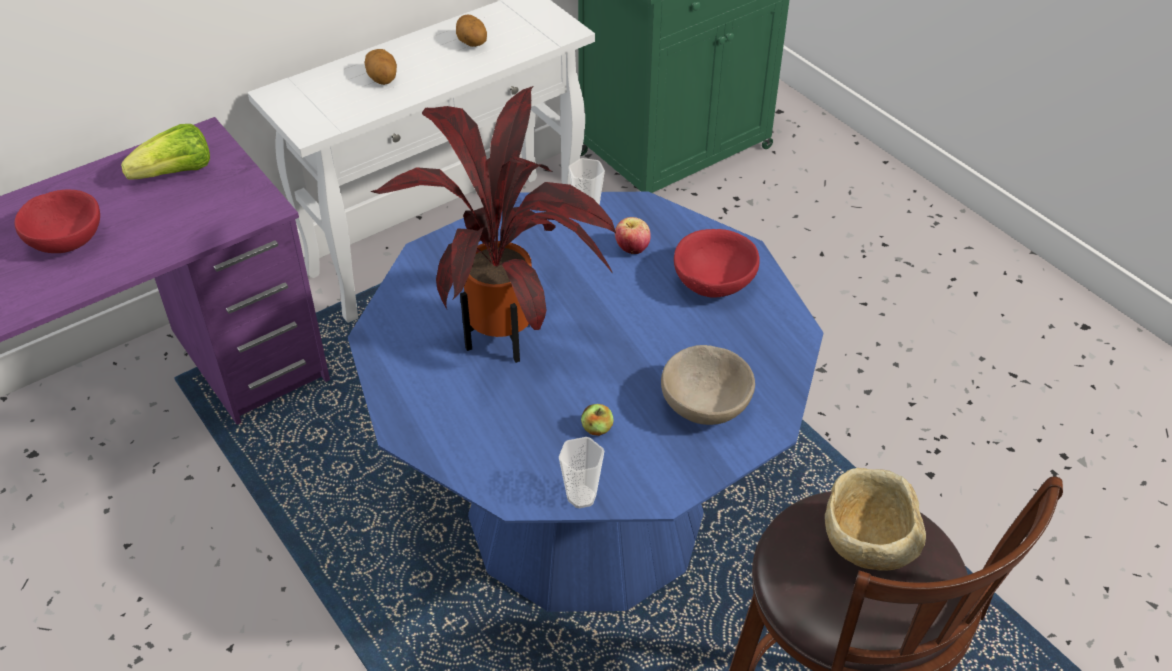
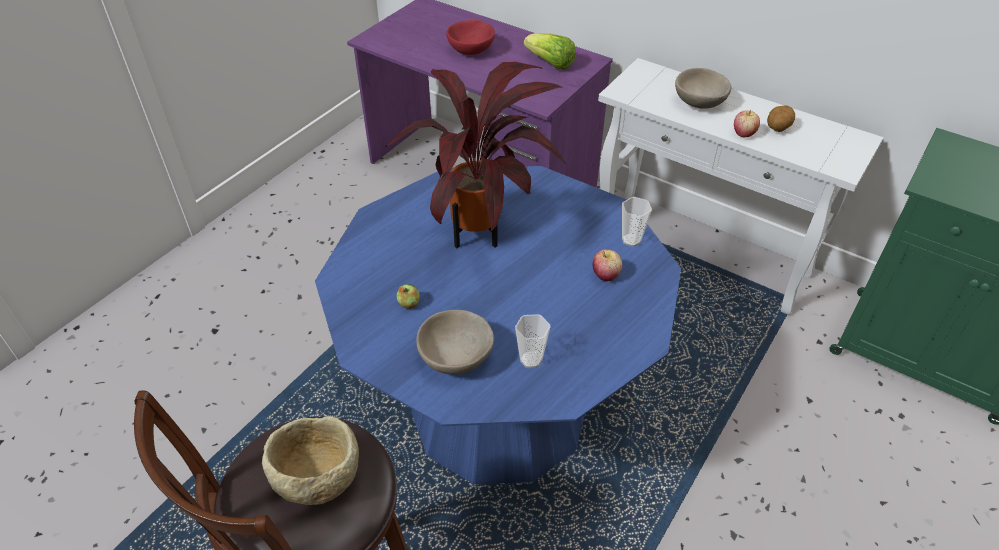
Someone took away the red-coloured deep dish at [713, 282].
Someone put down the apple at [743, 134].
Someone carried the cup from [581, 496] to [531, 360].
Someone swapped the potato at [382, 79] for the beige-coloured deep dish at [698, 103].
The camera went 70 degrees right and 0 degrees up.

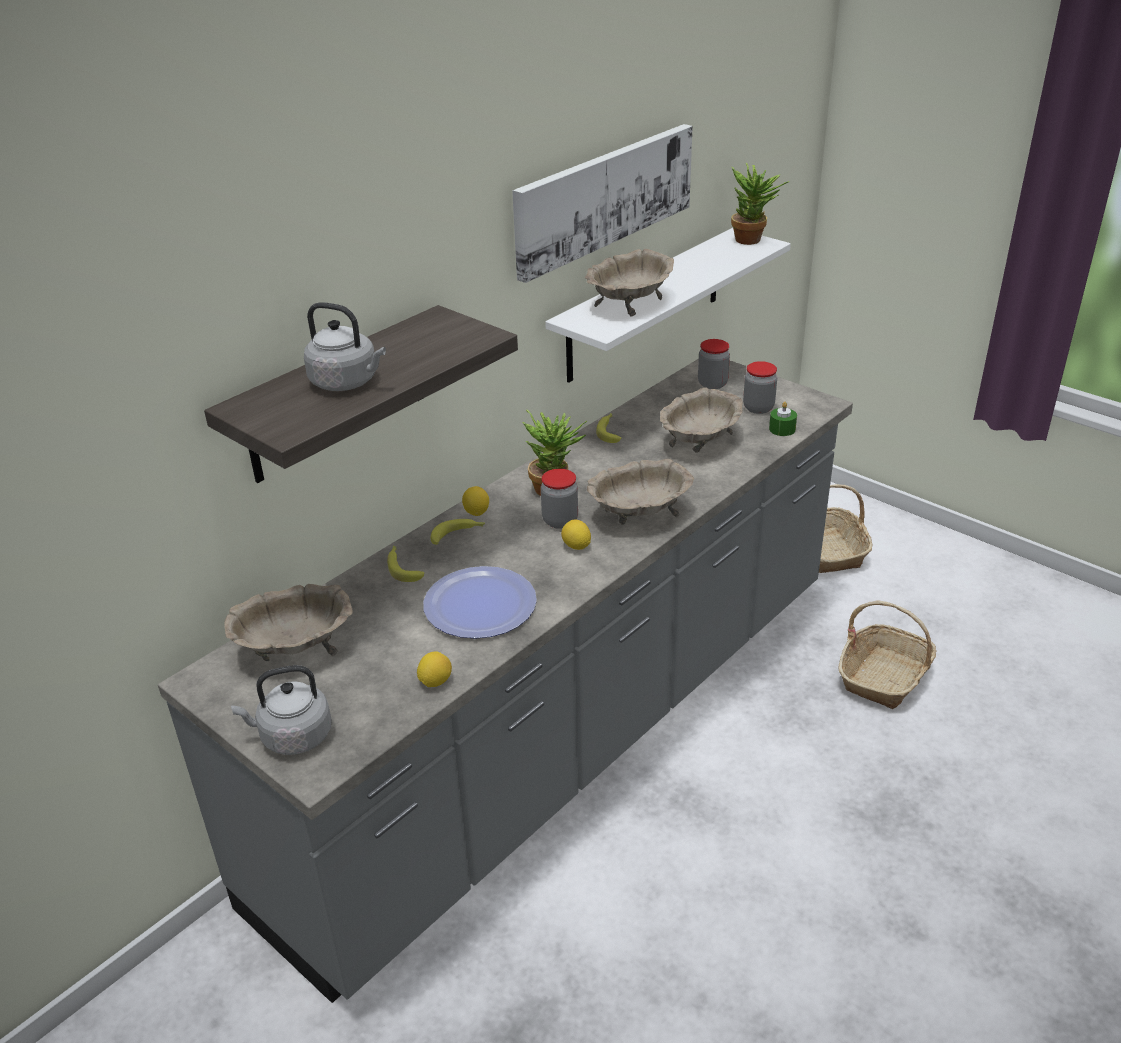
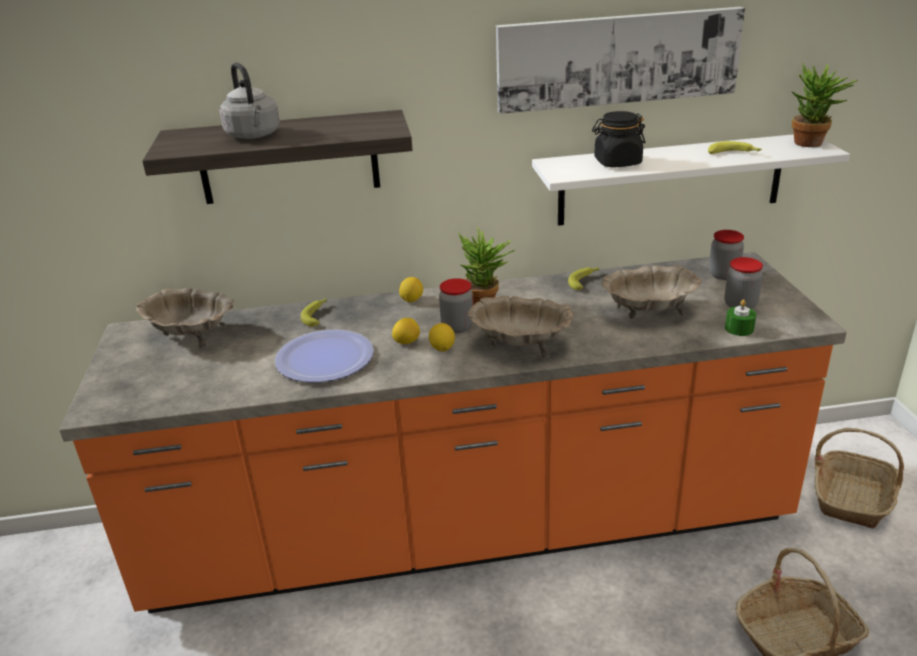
Someone took away the grey kettle at [292, 737].
Someone carried the lemon from [435, 681] to [407, 342].
Someone carried the banana fruit from [458, 535] to [734, 154].
Someone swapped the beige-coloured deep dish at [629, 303] for the black jar at [617, 162].
Someone repainted the grey kitchen base unit at [567, 736], which became the orange-coloured kitchen base unit at [469, 531].
The camera went 40 degrees right and 5 degrees down.

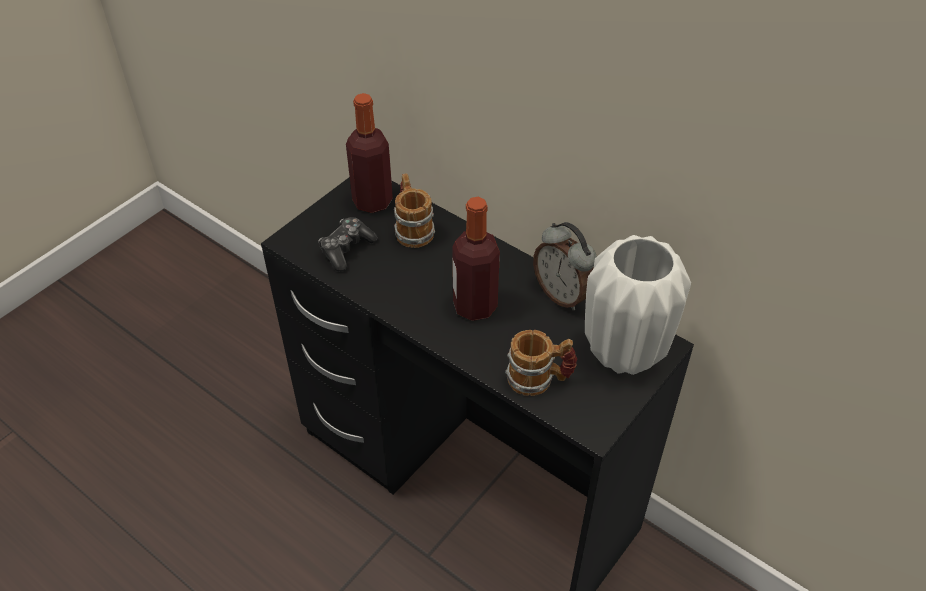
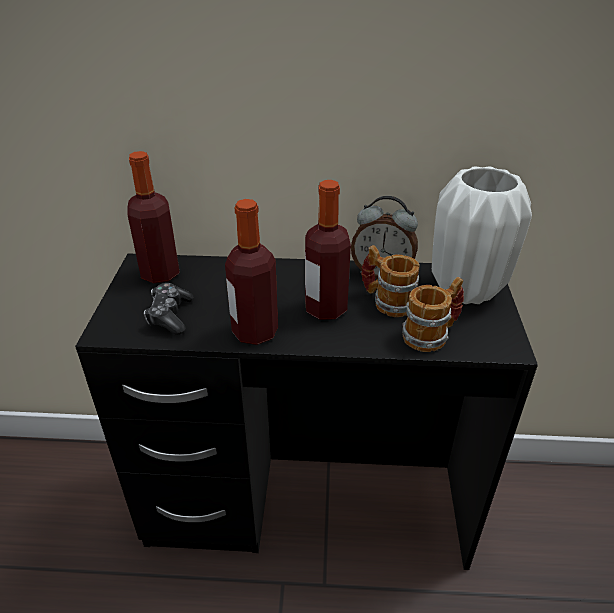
Someone put down the bottle at [255, 332].
Someone carried the coffee mug from [412, 229] to [387, 301].
The camera went 35 degrees left and 10 degrees down.

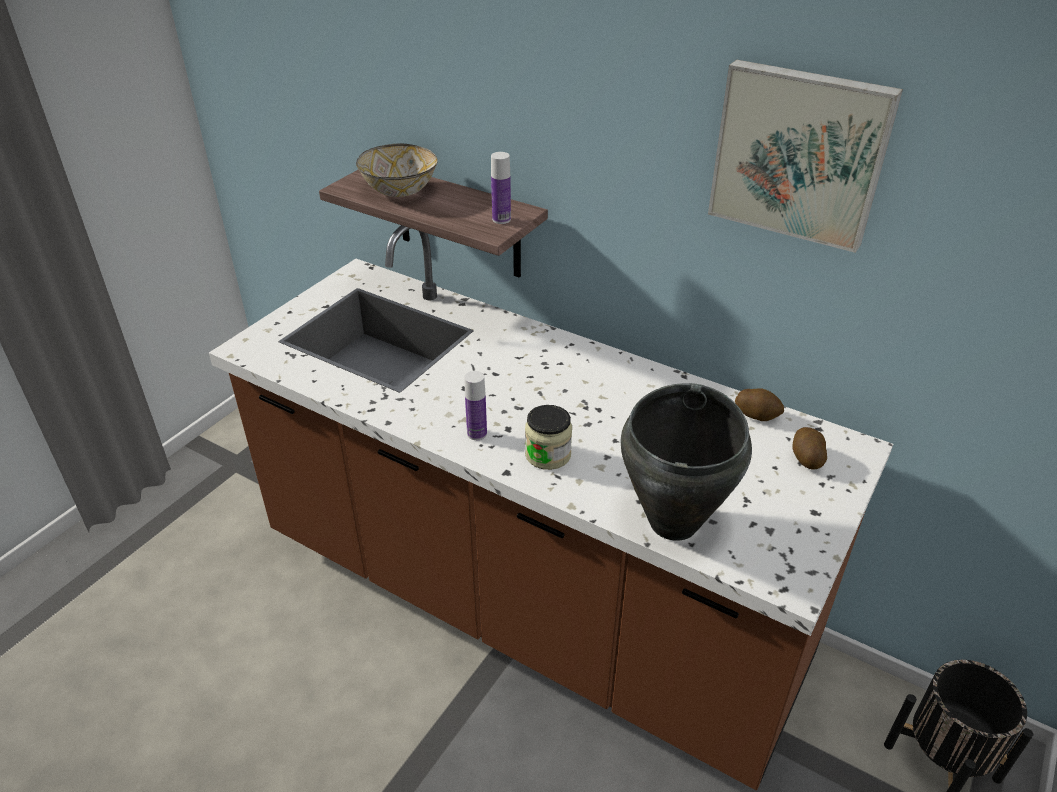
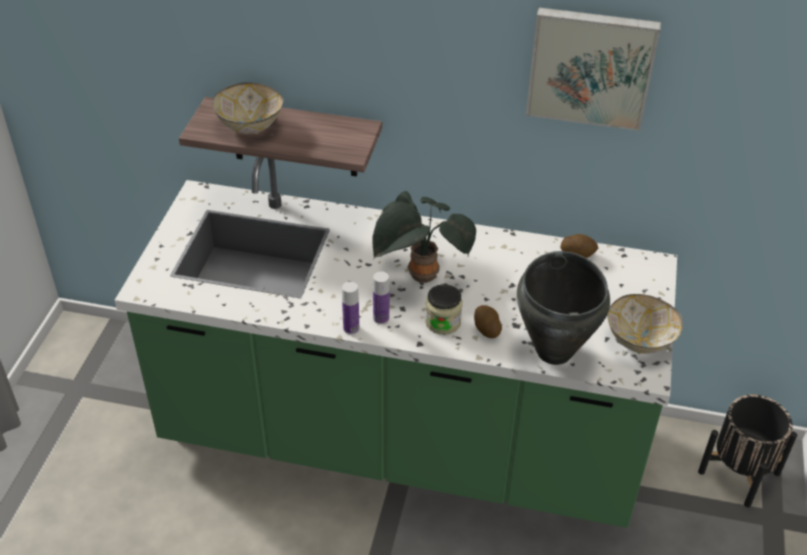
Someone put down the houseplant at [420, 276].
Someone put down the deep dish at [640, 341].
Someone carried the bottle from [501, 219] to [351, 328].
Someone carried the potato from [806, 458] to [486, 329].
Someone repainted the brown kitchen base unit at [528, 601], which became the green-coloured kitchen base unit at [400, 440].
The camera went 20 degrees left and 5 degrees up.

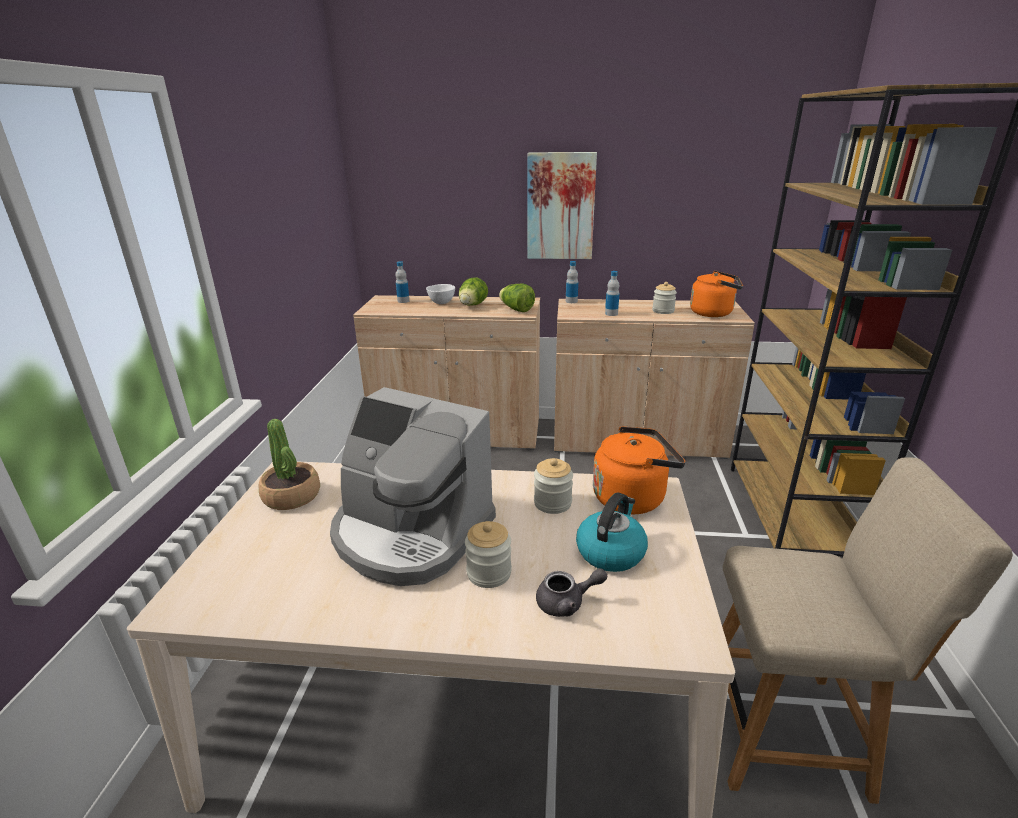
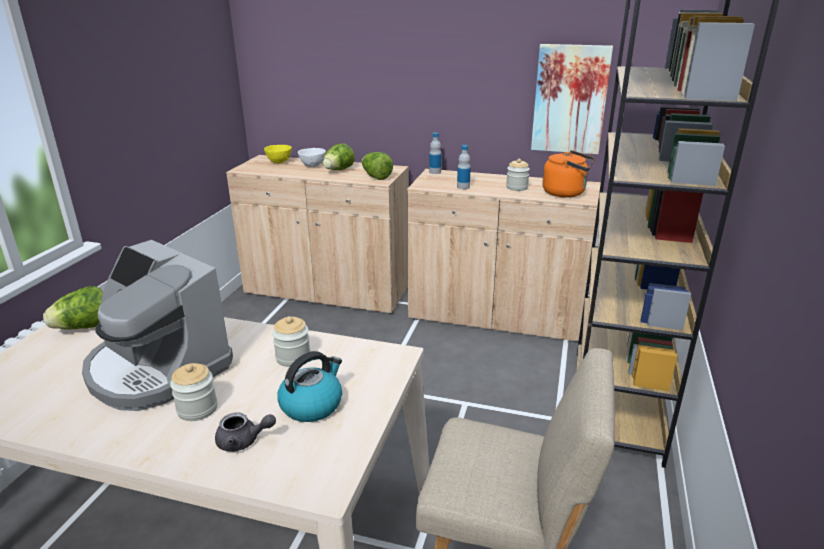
Someone took away the orange-coloured kettle at [632, 497].
Someone carried the wall art from [560, 207] to [570, 99].
Someone swapped the houseplant at [292, 496] for the head of lettuce at [84, 327].
Someone swapped the bottle at [403, 301] for the yellow-coloured deep dish at [279, 162].
The camera went 10 degrees right and 0 degrees up.

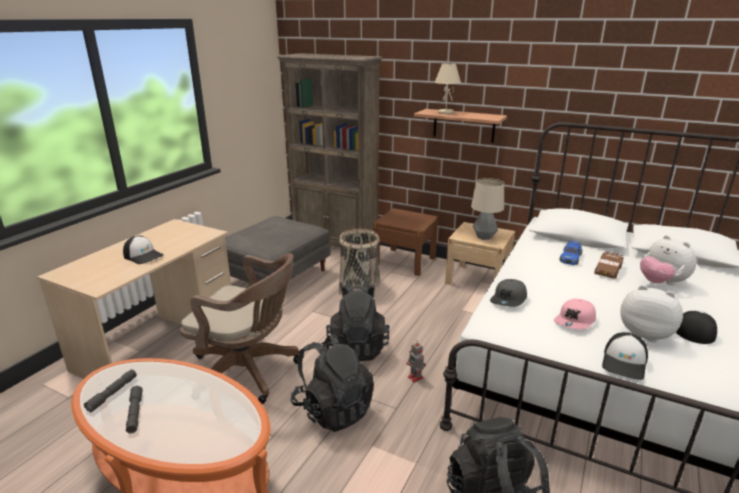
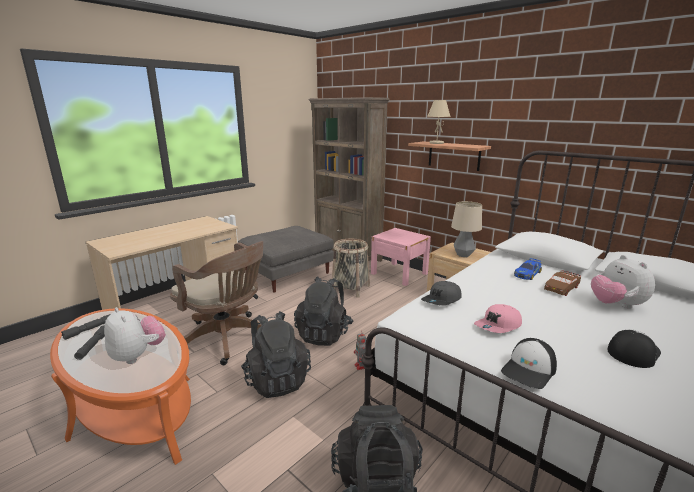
Someone took away the peaked cap at [143, 256].
Someone carried the plush toy from [644, 333] to [138, 355].
Someone repainted the brown night table at [404, 261], which became the pinkish night table at [399, 273].
The camera went 15 degrees right and 5 degrees down.

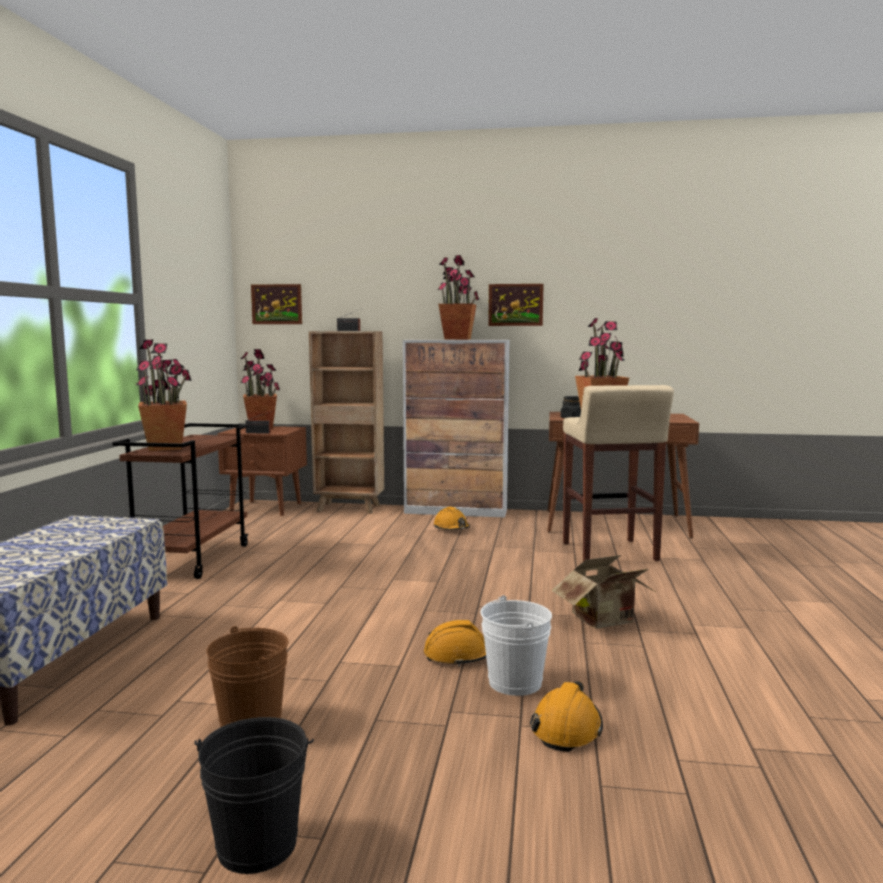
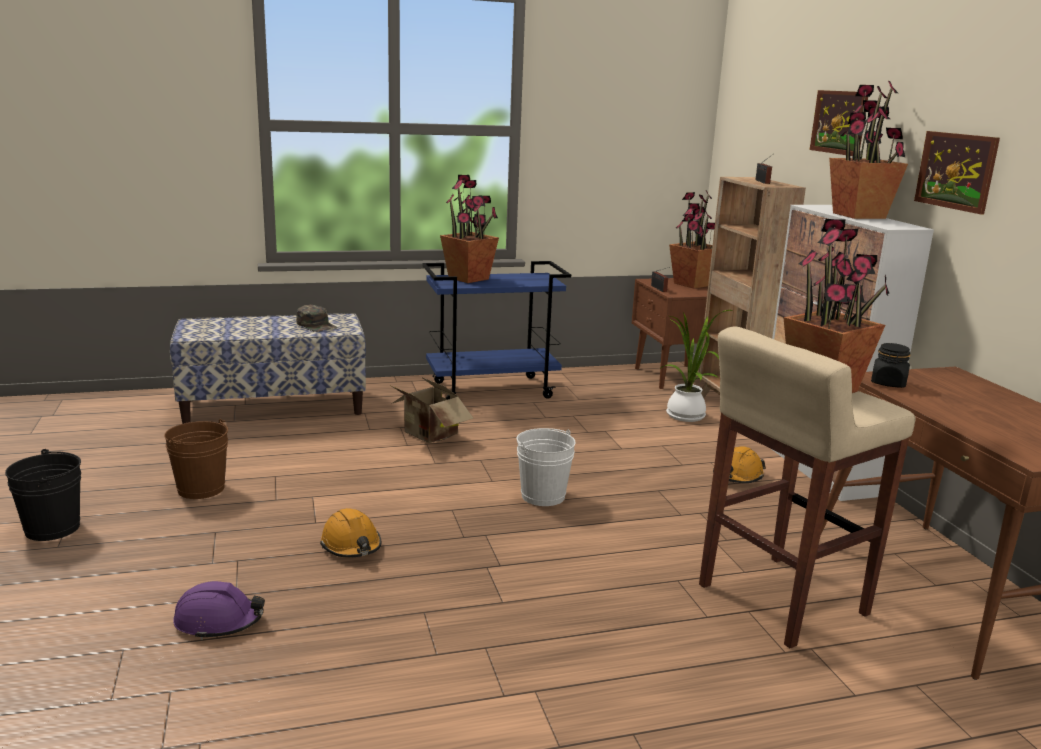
Someone put down the green-coloured peaked cap at [317, 325].
Someone put down the houseplant at [687, 417].
Someone carried the wall art from [276, 304] to [839, 122].
Someone carried the white water bucket from [515, 682] to [543, 496].
Someone carried the carton from [606, 621] to [428, 436].
Someone repainted the brown wheeled cart at [192, 559], which became the bluish wheeled cart at [493, 390].
Someone repainted the orange-coloured hard hat at [566, 728], which became the purplish hard hat at [219, 622].
The camera went 65 degrees right and 10 degrees up.

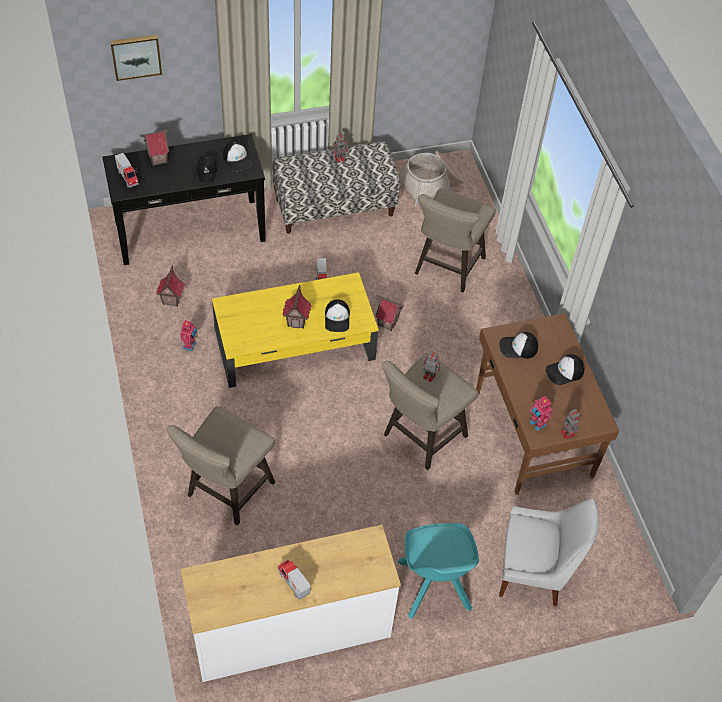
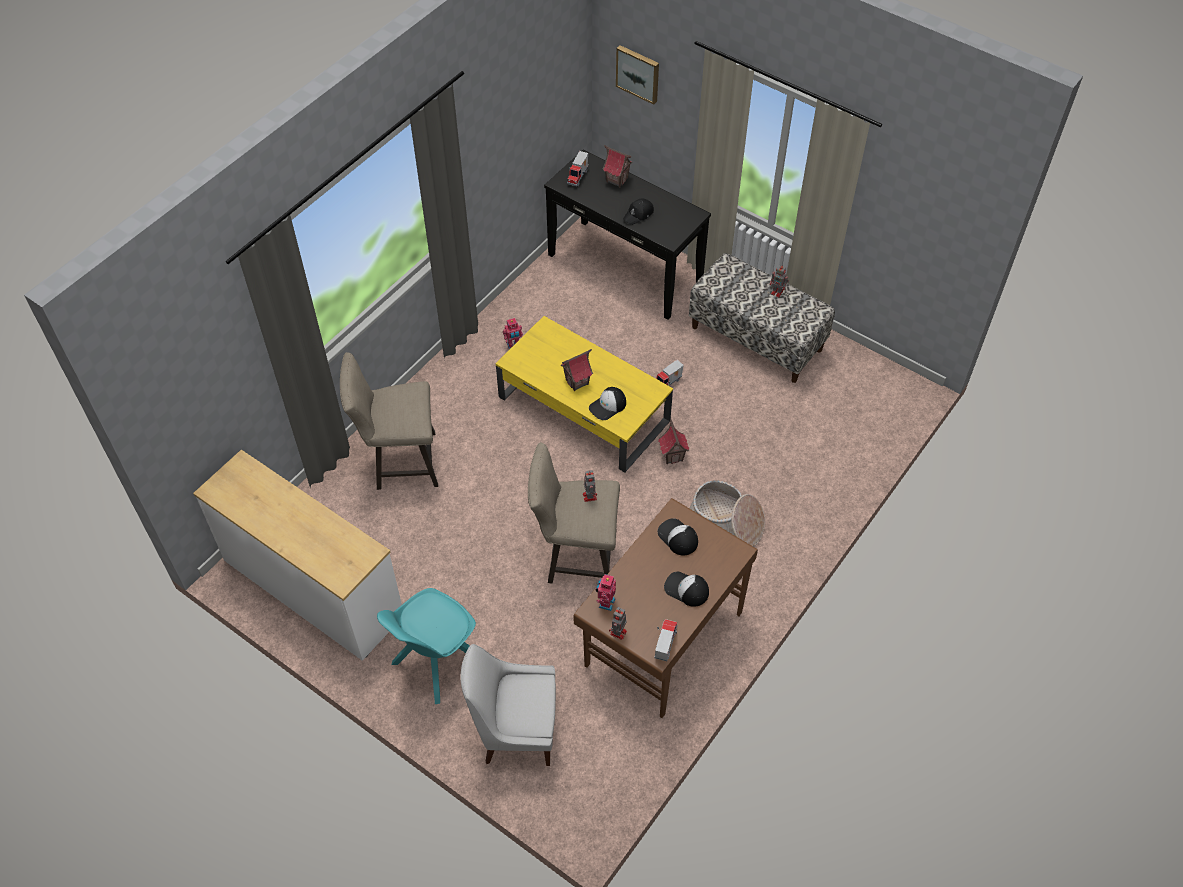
Someone took away the miniature house at [171, 299].
Someone took away the peaked cap at [237, 159].
Someone took away the beige-coloured stool seat at [446, 269].
Someone carried the toy lorry from [293, 584] to [664, 644].
Someone carried the storage basket from [431, 184] to [724, 524].
Someone rotated the white plain chair at [534, 573] by 120 degrees clockwise.
The camera went 55 degrees right and 0 degrees up.

